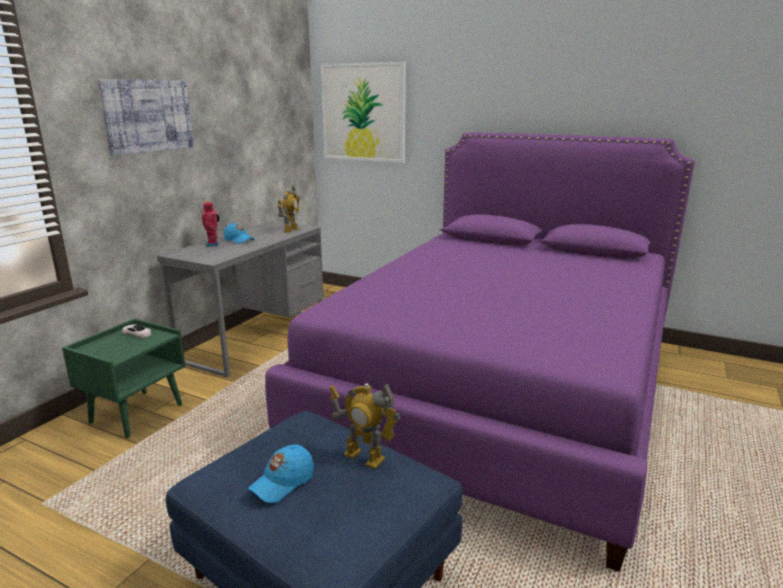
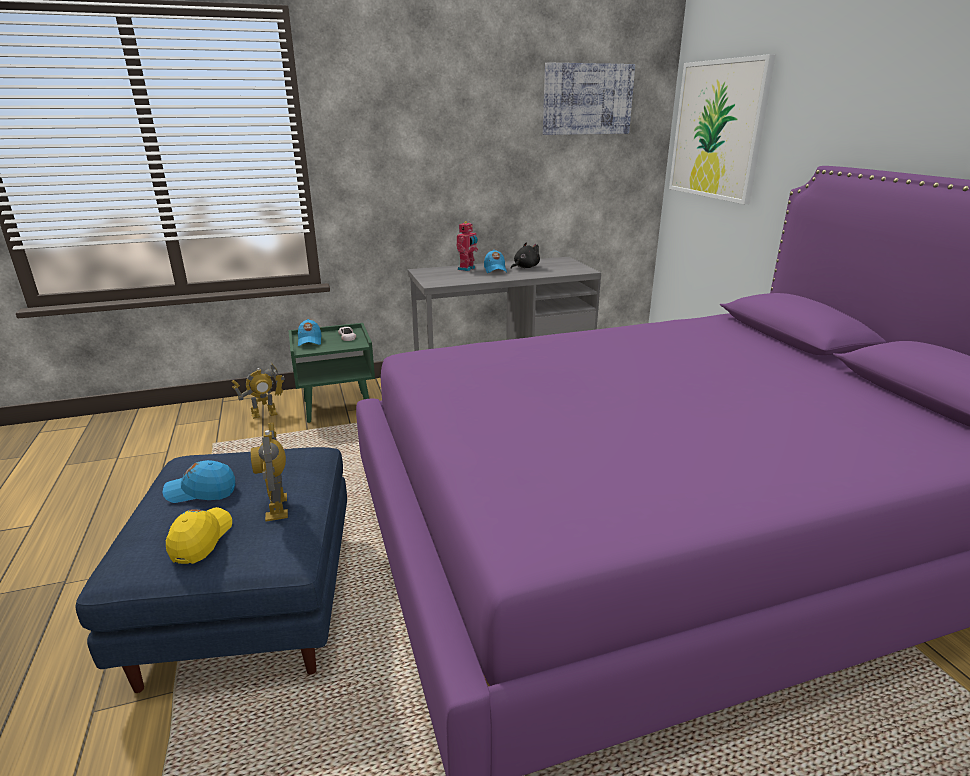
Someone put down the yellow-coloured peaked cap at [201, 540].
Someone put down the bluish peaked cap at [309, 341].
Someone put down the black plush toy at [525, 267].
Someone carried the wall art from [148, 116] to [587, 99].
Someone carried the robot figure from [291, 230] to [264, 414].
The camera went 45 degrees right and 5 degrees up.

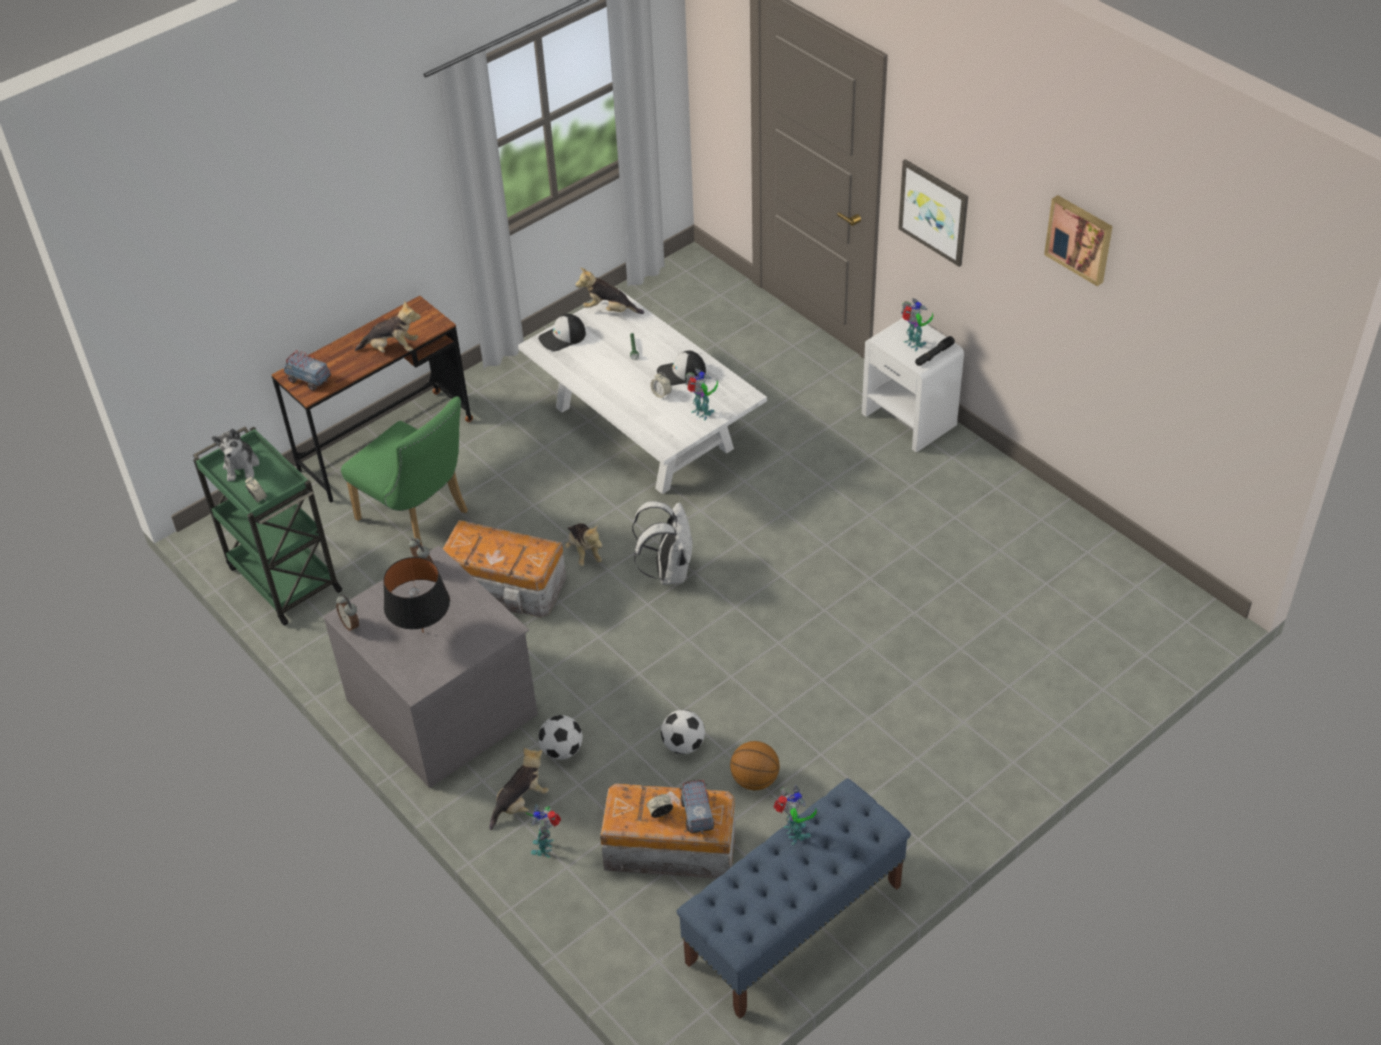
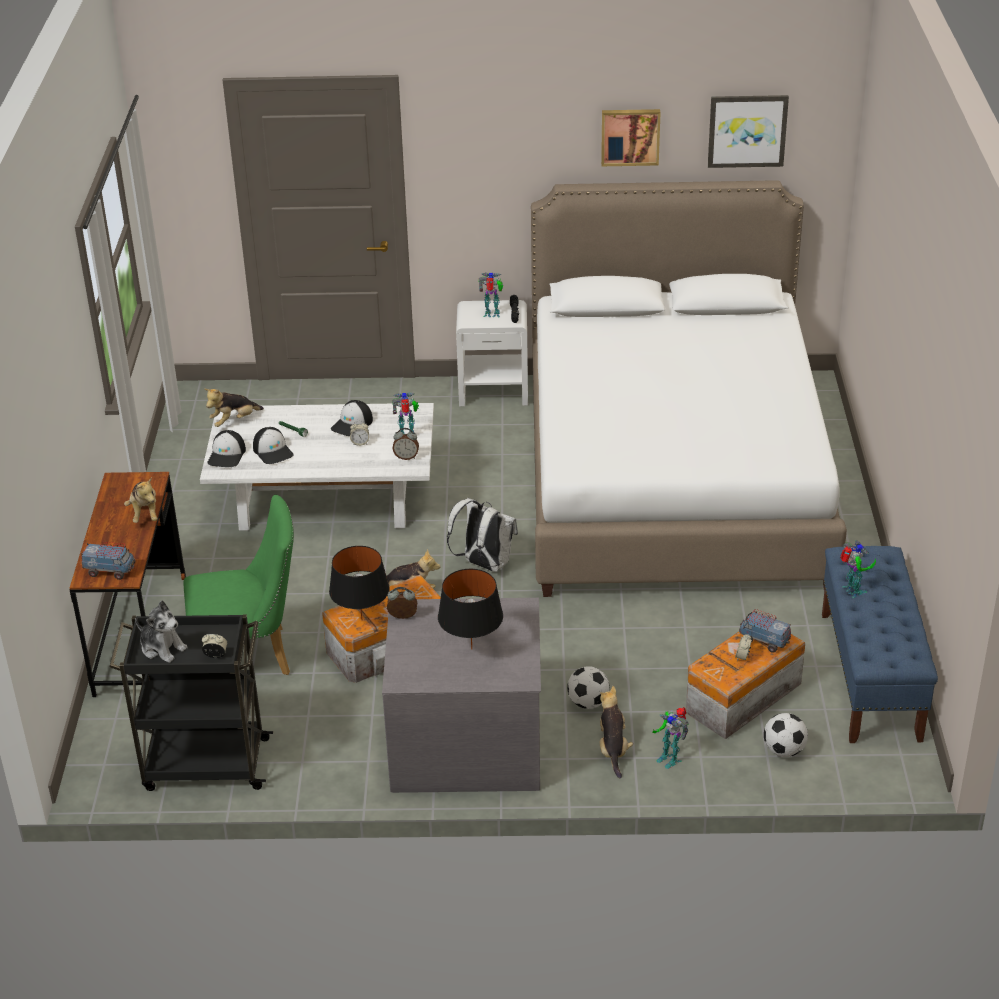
Someone took away the ball for basketball at [754, 779].
Someone put down the peaked cap at [273, 451].
Someone put down the black table lamp at [362, 620].
Someone put down the white sleeping bed at [672, 477].
Someone carried the table clock from [351, 624] to [406, 457].
Someone carried the football ball from [683, 745] to [784, 750].
Someone carried the wall art from [934, 211] to [747, 130].
Someone repainted the green-coloured wheeled cart at [282, 578], which became the black wheeled cart at [204, 764].
Someone rotated the toy lorry at [308, 380] by 150 degrees counterclockwise.
Someone rotated the plush toy at [392, 349] by 120 degrees clockwise.
Someone rotated the robot figure at [794, 834] by 45 degrees clockwise.
The camera went 50 degrees left and 10 degrees down.

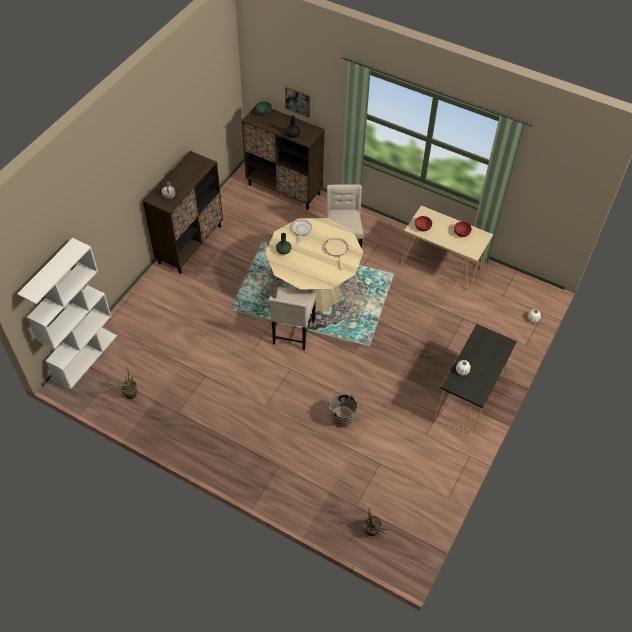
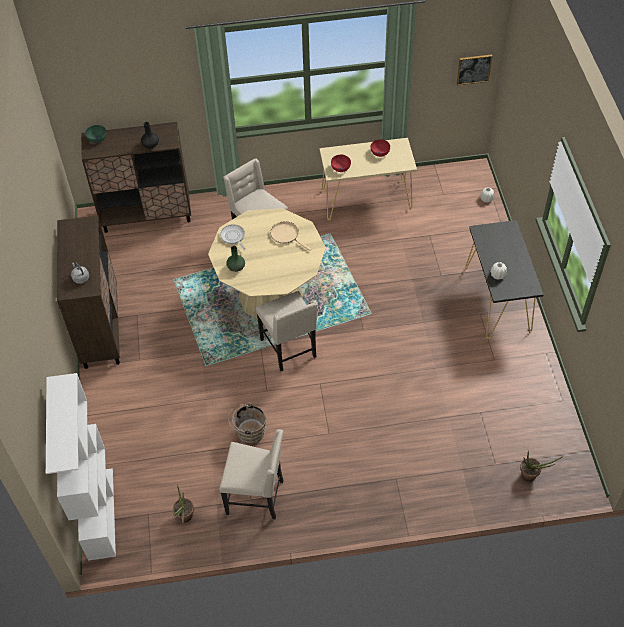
Someone put down the beige-coloured plain chair at [257, 496].
Someone carried the wall art from [297, 101] to [473, 69].
Someone carried the brown water bucket from [341, 416] to [248, 433].
The camera went 35 degrees left and 0 degrees up.

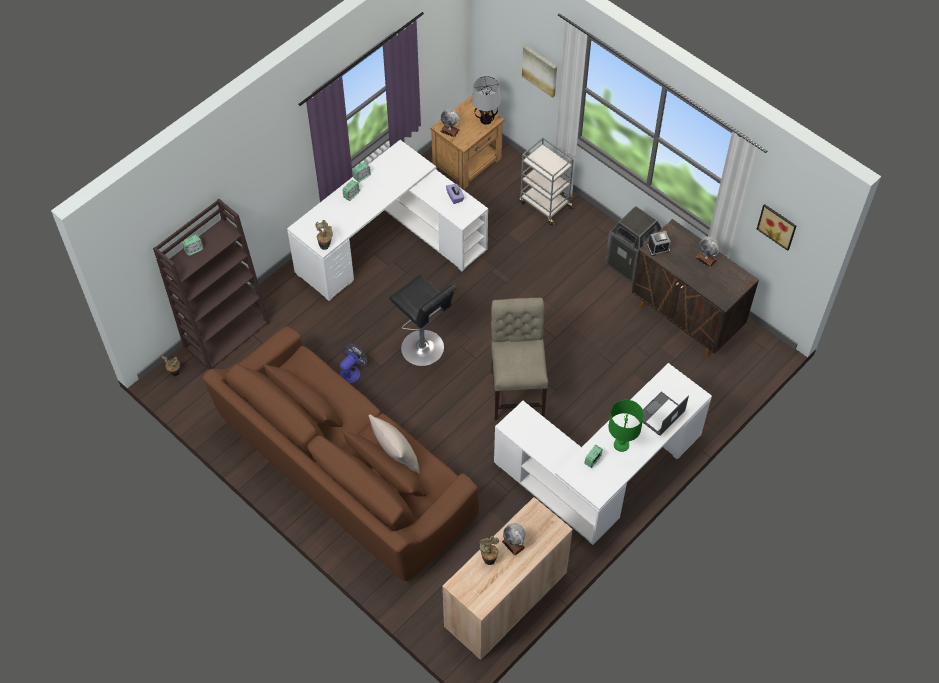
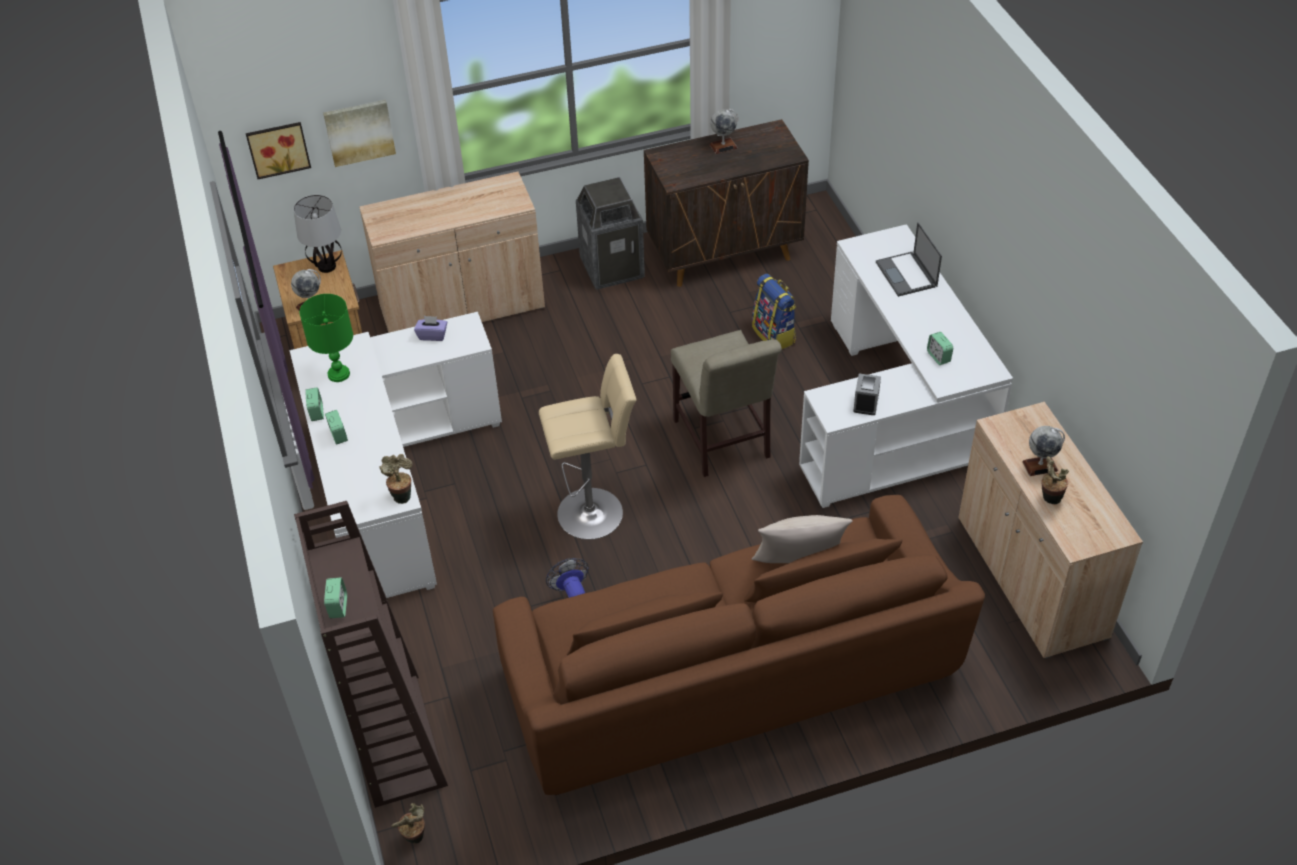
Someone put down the backpack at [774, 335].
Someone carried the green-coloured table lamp from [621, 444] to [338, 374].
Someone carried the table clock from [658, 248] to [866, 403].
Someone carried the wall art from [778, 225] to [278, 148].
Someone swapped the grey wheeled cart at [544, 204] for the beige-coloured cabinet at [462, 308].
Someone repainted the black stool seat at [425, 350], which became the beige-coloured stool seat at [595, 512].
Someone rotated the beige-coloured plain chair at [517, 390] by 135 degrees counterclockwise.
The camera went 60 degrees left and 10 degrees down.

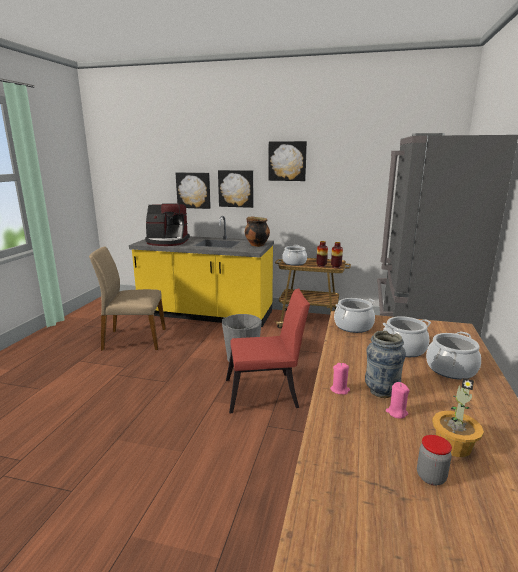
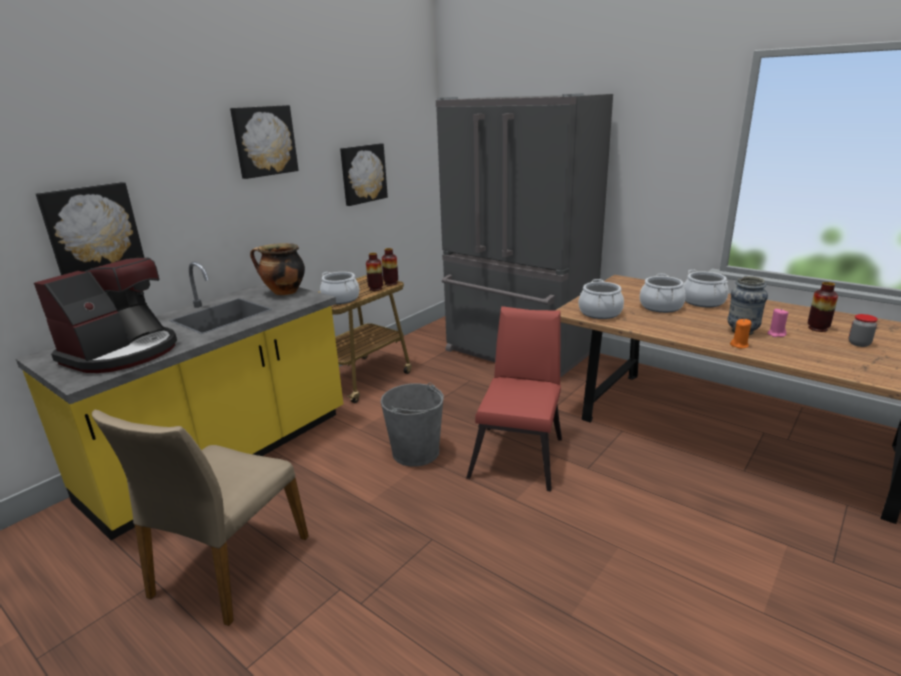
Someone carried the wall art from [236, 188] to [363, 174].
Someone swapped the houseplant at [453, 445] for the flower vase at [817, 328].
Someone repainted the pinkish wax candle at [340, 390], which became the orange-coloured wax candle at [739, 345].
The camera went 65 degrees left and 5 degrees up.

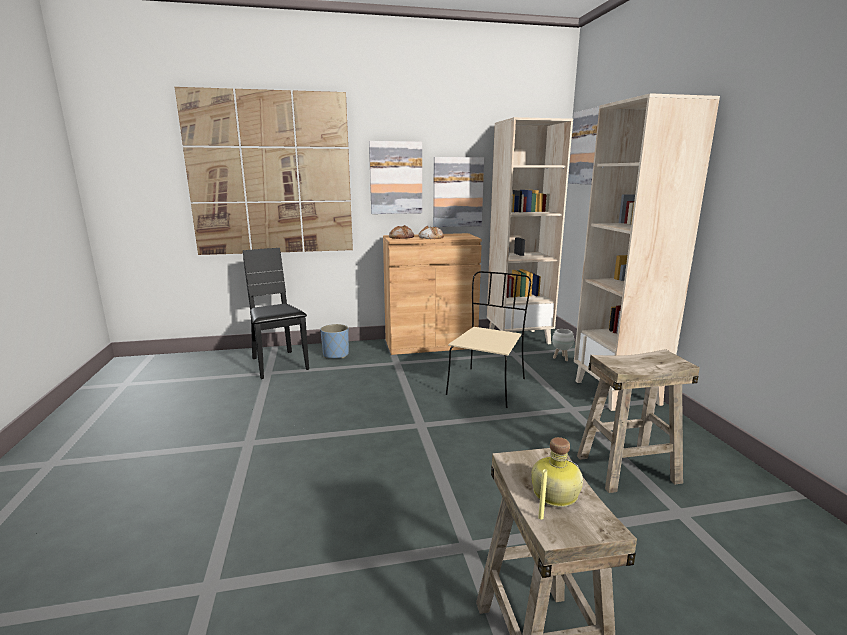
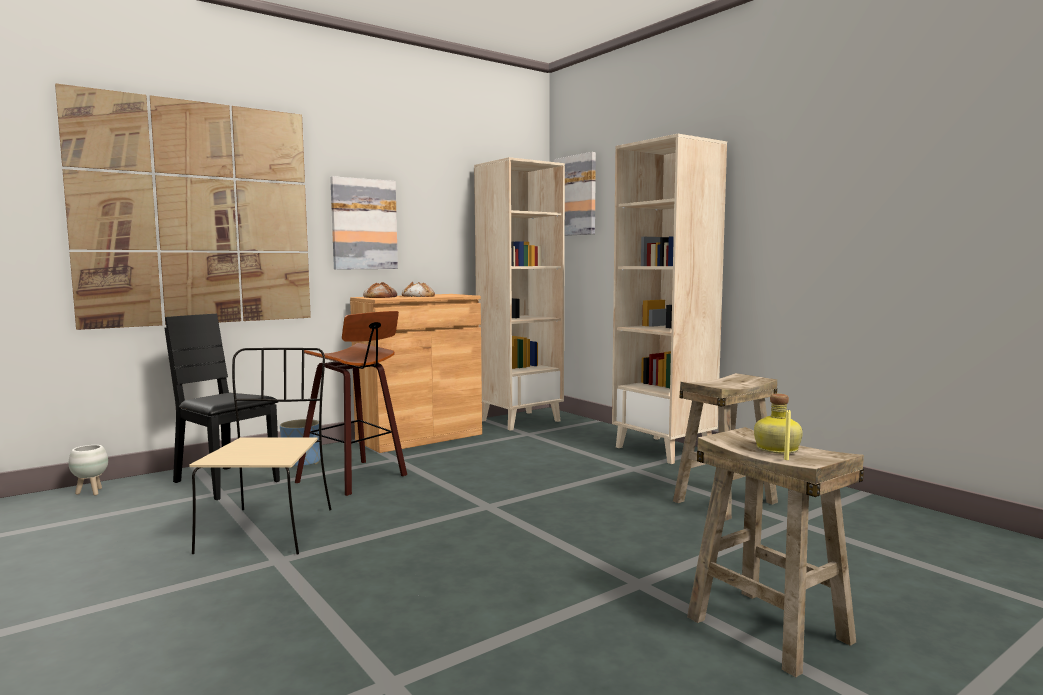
Someone took away the wall art at [457, 192].
Someone put down the stool seat at [356, 478].
Someone carried the beige-coloured plain chair from [487, 386] to [268, 529].
Someone carried the white plant pot from [561, 358] to [91, 492].
The camera went 25 degrees left and 10 degrees down.

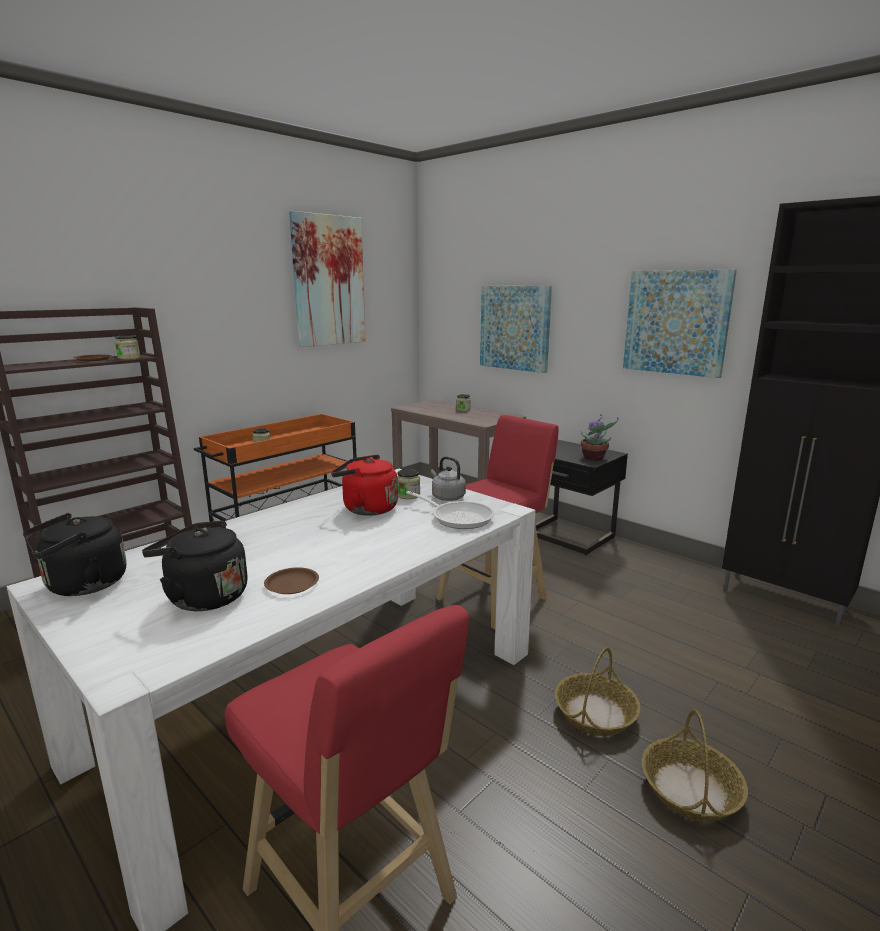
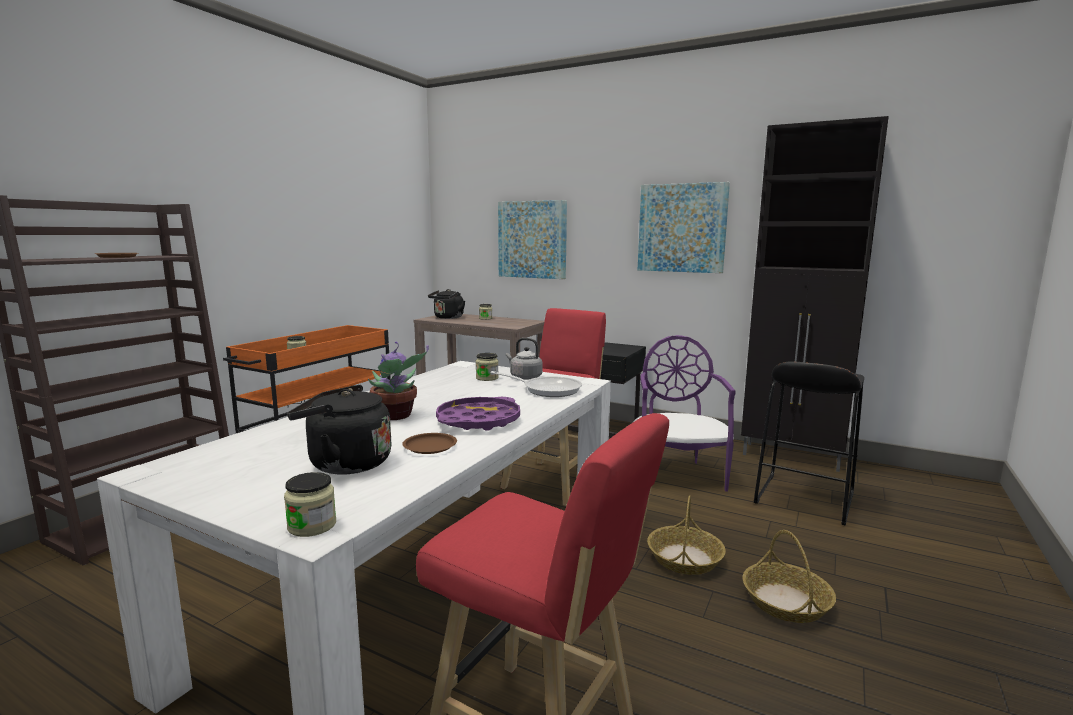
Someone took away the wall art at [329, 281].
Someone took away the red-coloured kettle at [366, 509].
Someone put down the purplish carrying tray at [478, 421].
Someone put down the purplish plain chair at [677, 474].
Someone put down the black stool seat at [803, 498].
Someone carried the black kettle from [82, 586] to [447, 318].
Someone carried the jar from [129, 358] to [312, 525].
Someone carried the houseplant from [594, 458] to [396, 416].
The camera went 15 degrees left and 5 degrees down.

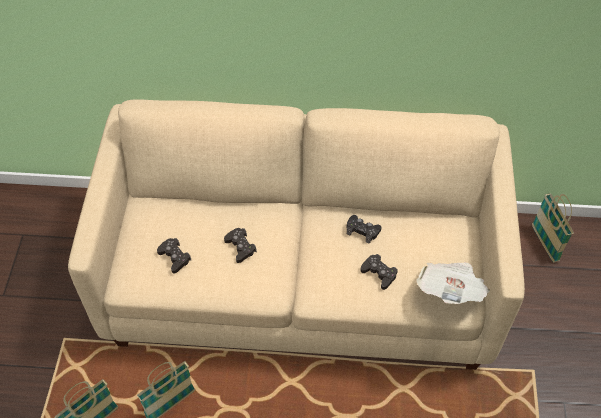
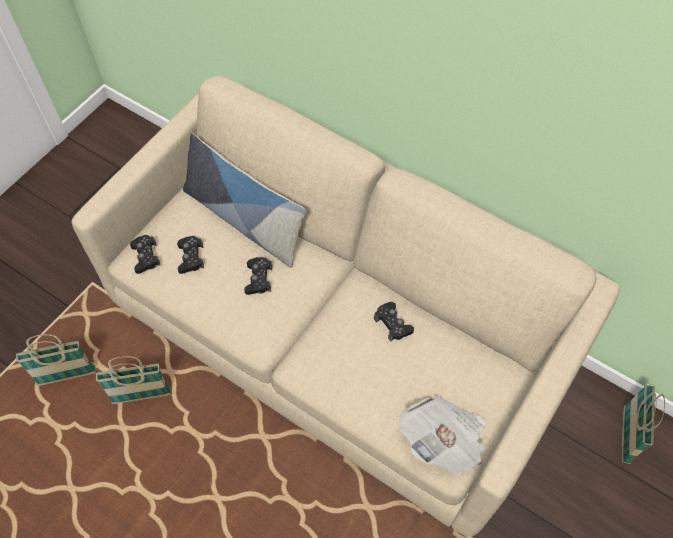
Someone put down the pillow at [244, 220].
Someone carried the black game controller from [379, 273] to [145, 256].
The camera went 30 degrees right and 5 degrees up.

